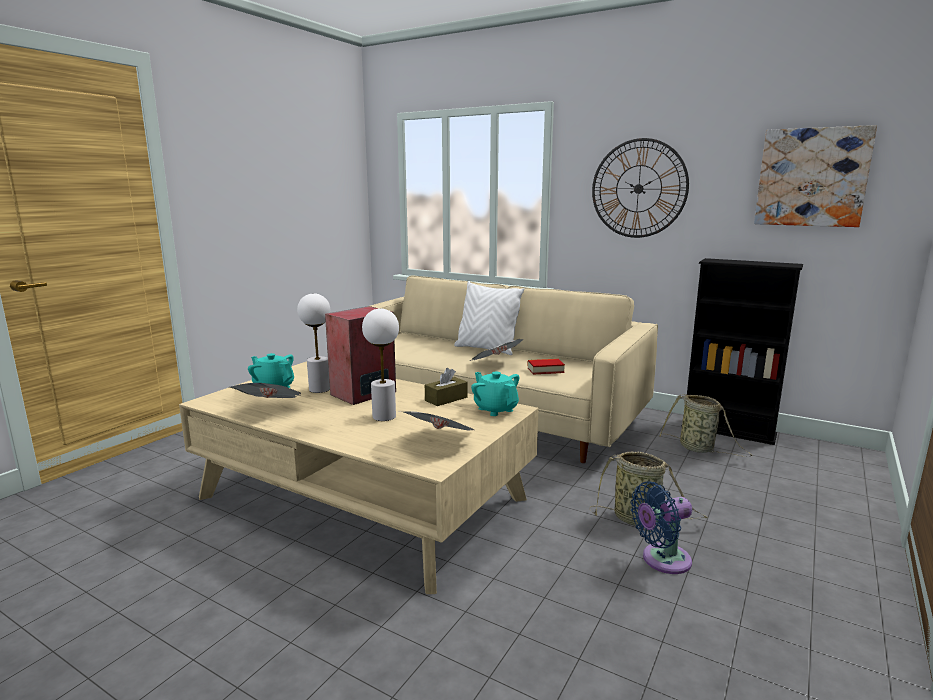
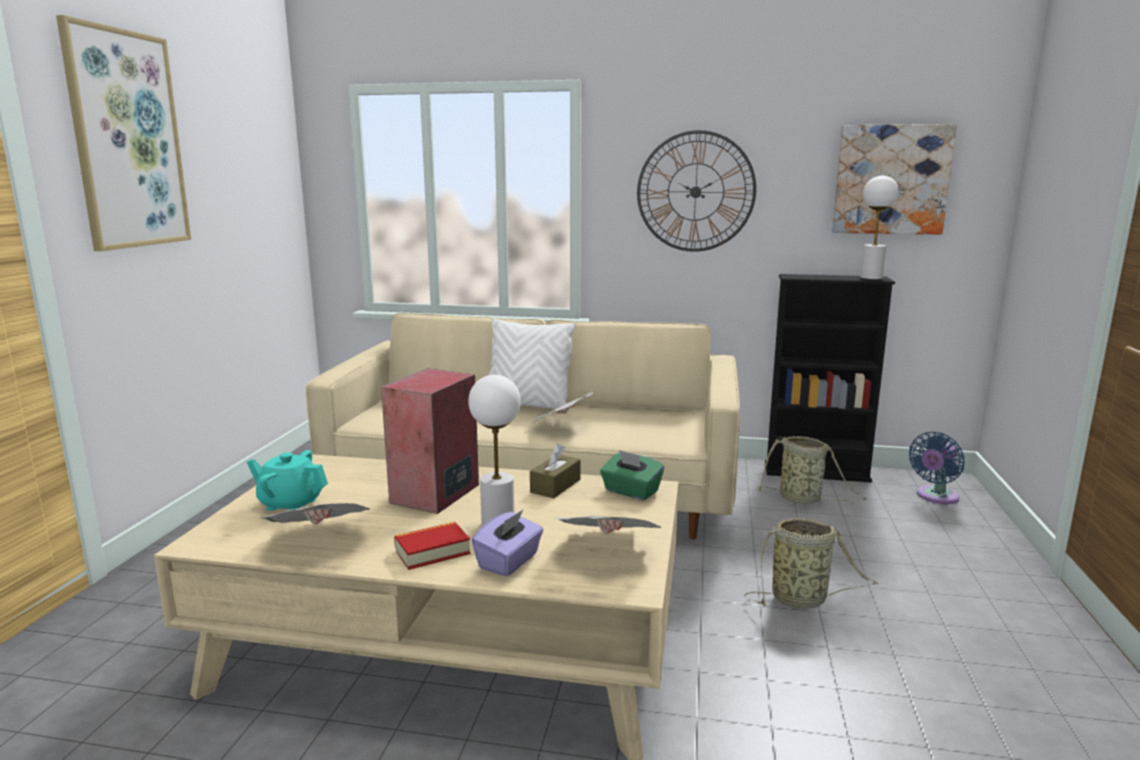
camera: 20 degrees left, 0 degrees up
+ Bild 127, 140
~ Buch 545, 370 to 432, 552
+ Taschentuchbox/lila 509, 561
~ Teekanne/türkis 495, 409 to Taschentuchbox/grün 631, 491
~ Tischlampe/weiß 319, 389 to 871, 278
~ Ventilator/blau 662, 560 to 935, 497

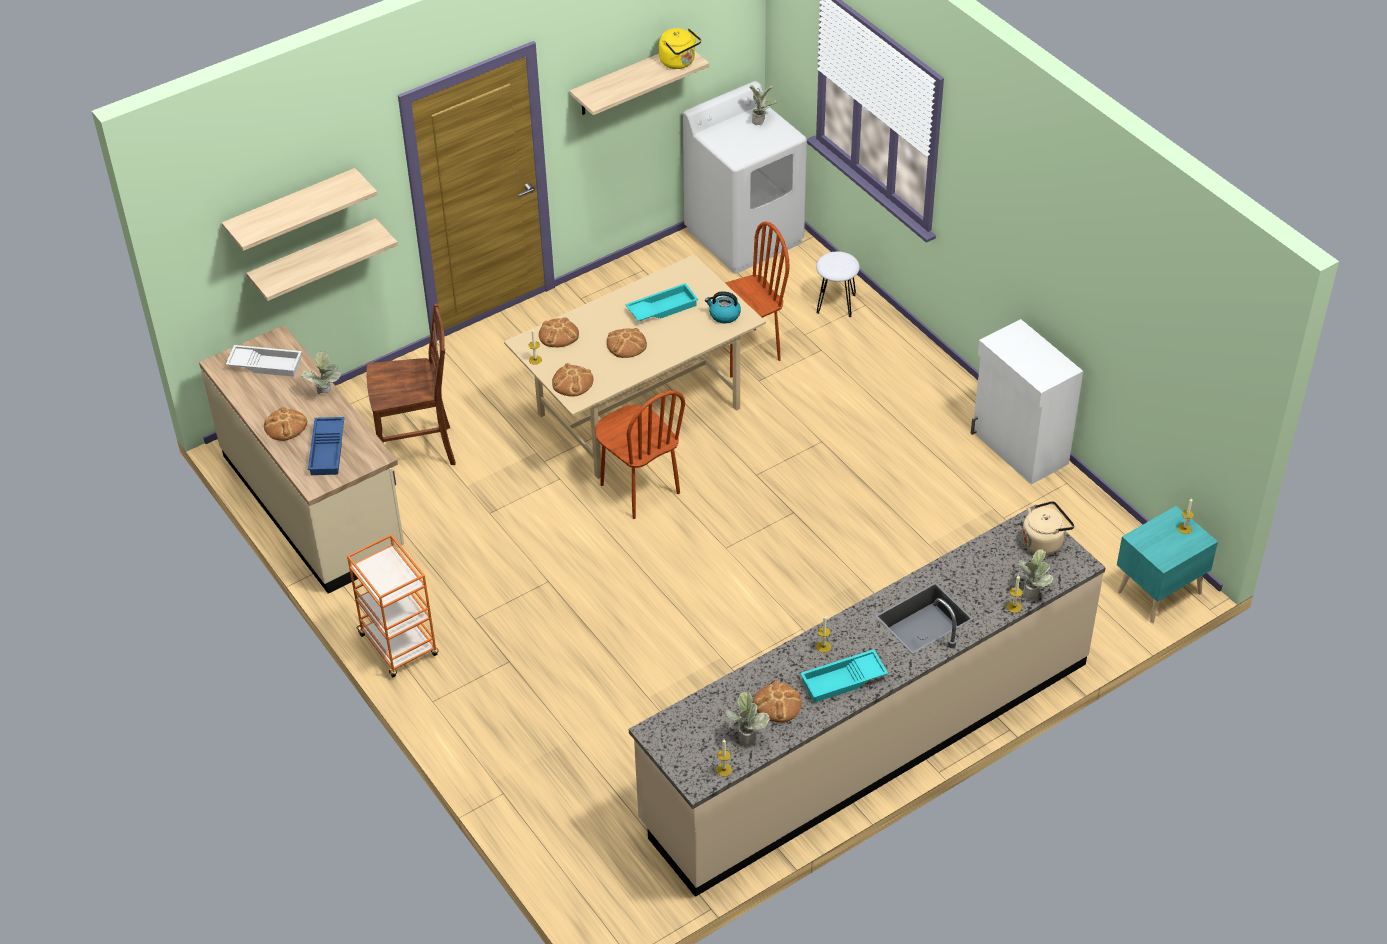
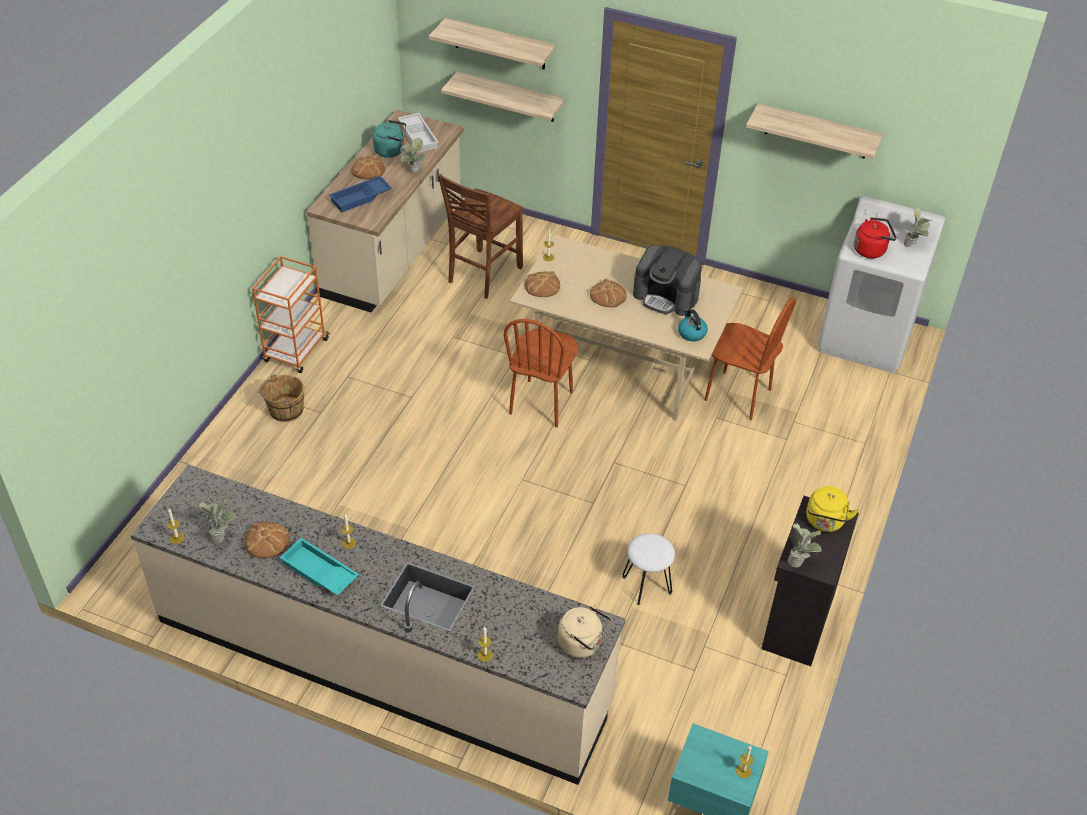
camera: 55 degrees right, 0 degrees up
+ Eimer/braun 285, 410
+ Wasserkessel/türkis 391, 151
~ Stuhl/braun 418, 450 = 482, 275 75 degrees clockwise
~ Hocker/weiß 836, 304 to 647, 585
~ Tablett/türkis 662, 307 to Kaffeemaschine 666, 296
~ Schrank/weiß 1019, 448 to Schrank/schwarz 796, 621
~ Topfpflanze 1032, 591 to 799, 562
~ Wasserkessel/gelb 679, 62 to 825, 522
+ Wasserkessel/rot 871, 250
- Brot 558, 335

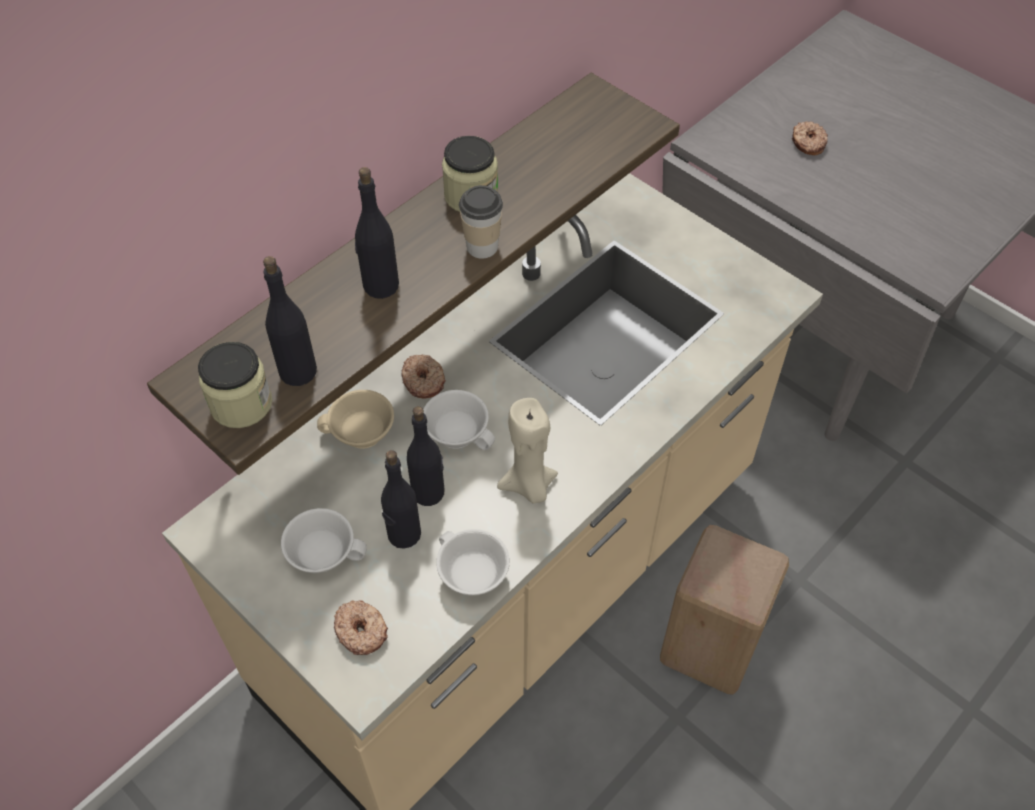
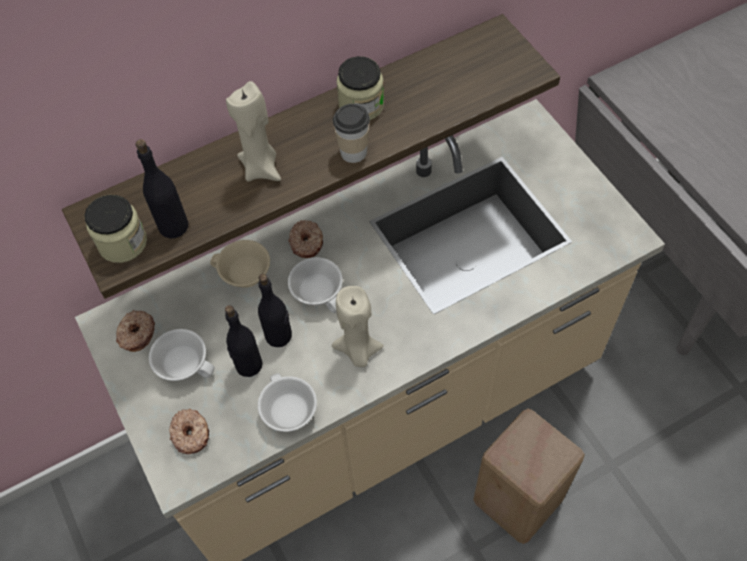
camera: 20 degrees right, 5 degrees up
~ Donut 807, 143 to 136, 334
~ Flasche/schwarz 380, 285 to Kerze/beige 261, 168

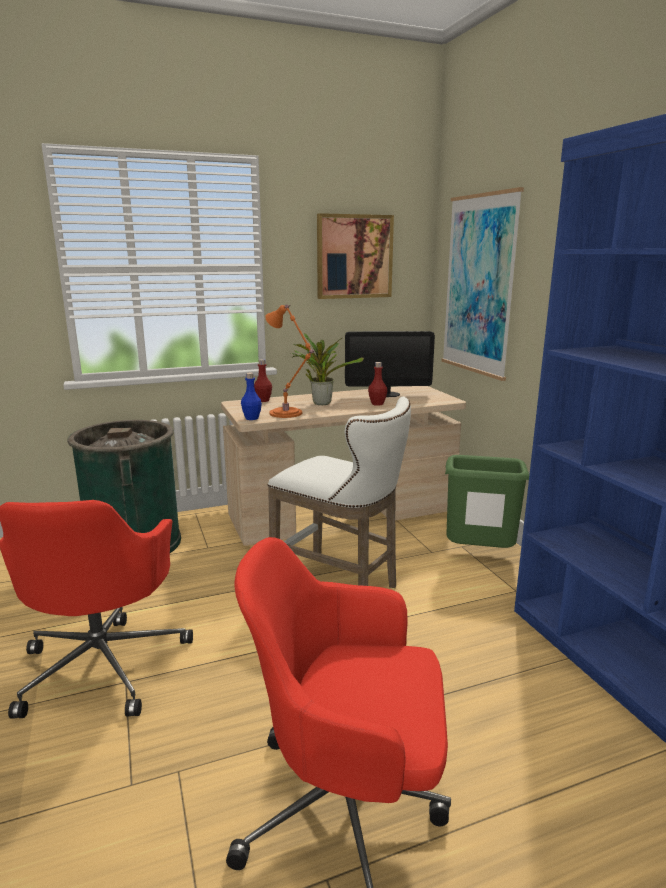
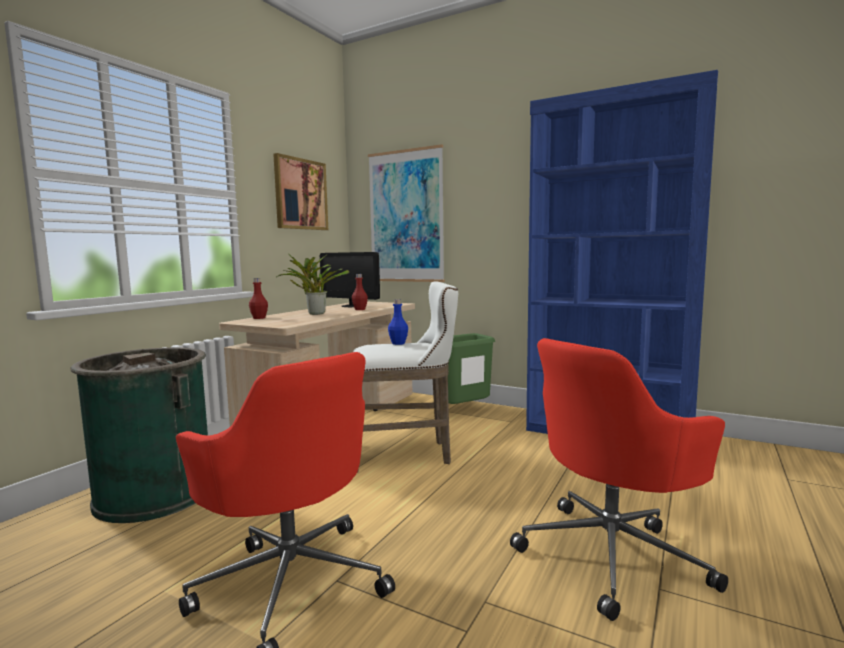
camera: 40 degrees left, 10 degrees down
~ Monitor 387, 394 = 351, 306 75 degrees clockwise
~ Flasche/blau 251, 418 to 398, 343
- Tischlampe/orange 288, 414

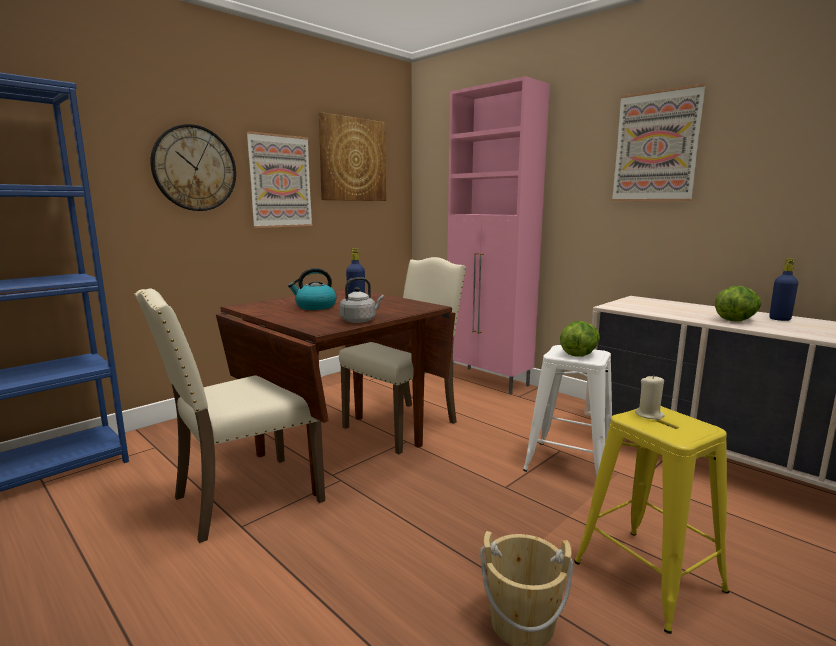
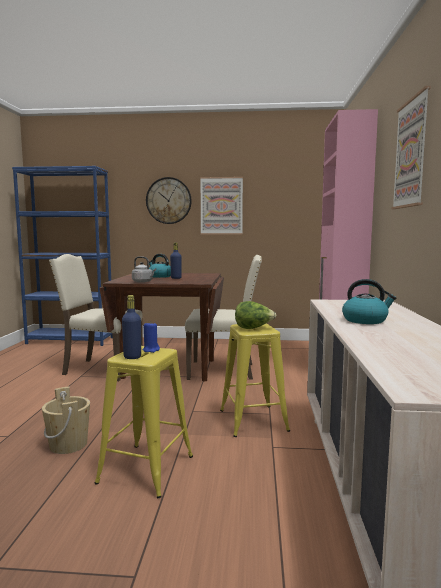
camera: 50 degrees right, 5 degrees down
~ Flasche/blau 779, 319 to 132, 357
~ Kerze/beige 649, 415 to Kerze/blau 151, 350
~ Hocker/weiß 568, 465 to Hocker/gelb 253, 420
~ Salatkopf 736, 320 to Wasserkessel 365, 320
- Bild 353, 160

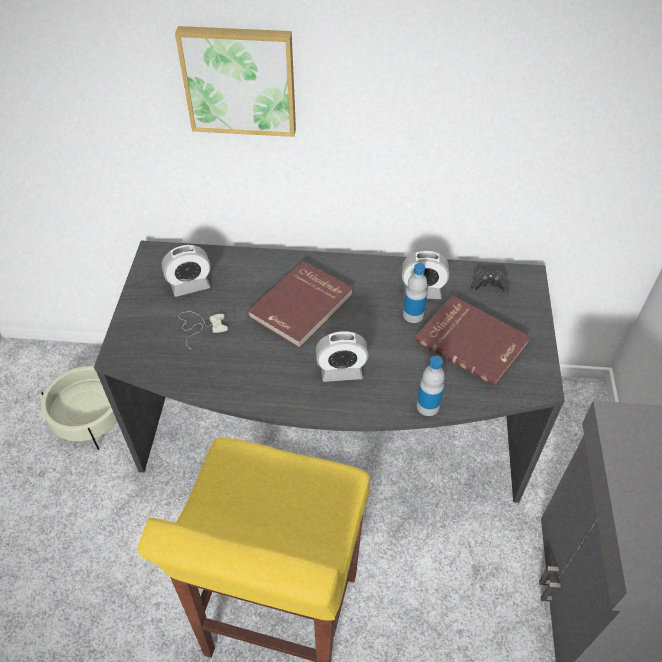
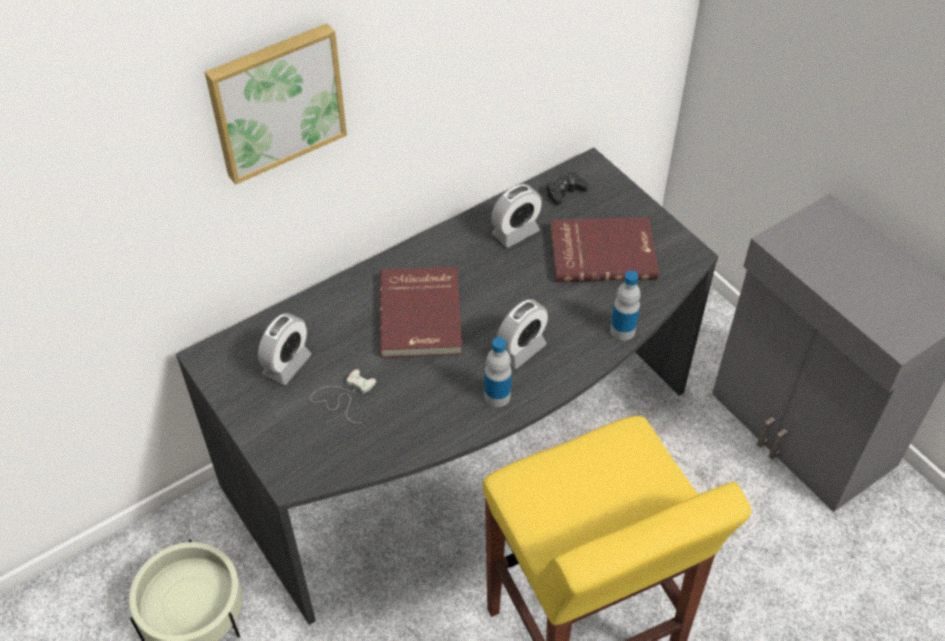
camera: 40 degrees left, 0 degrees up
~ Flasche 413, 315 to 497, 396

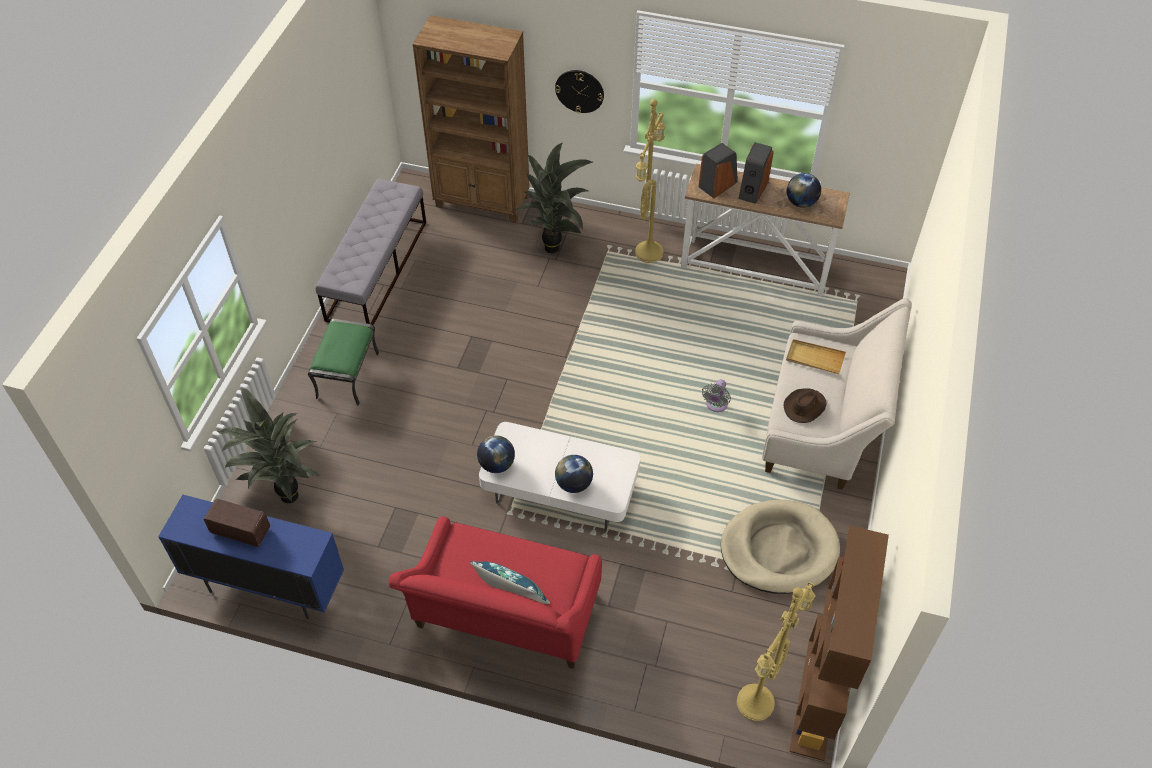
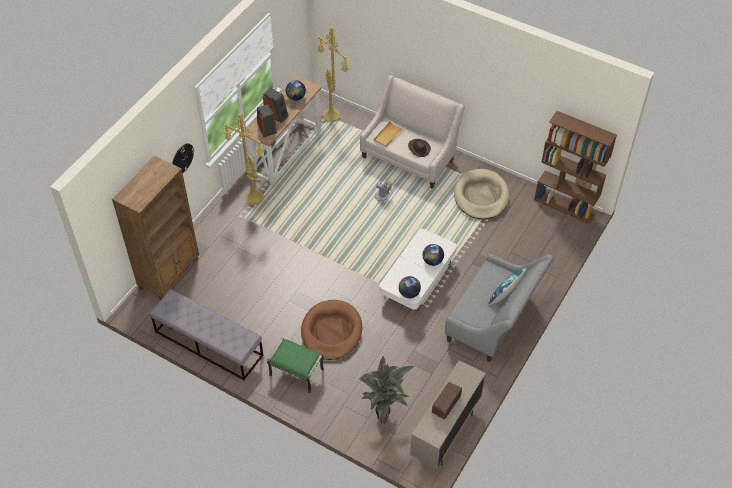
camera: 75 degrees left, 0 degrees up
+ Hundebett/braun 331, 332
~ Stehlampe/gelb 756, 705 to 332, 116
~ Schrank/blau 267, 586 to Schrank/beige 445, 434
~ Sofa/rot 504, 619 to Sofa/grau 494, 321
- Topfpflanze 555, 248

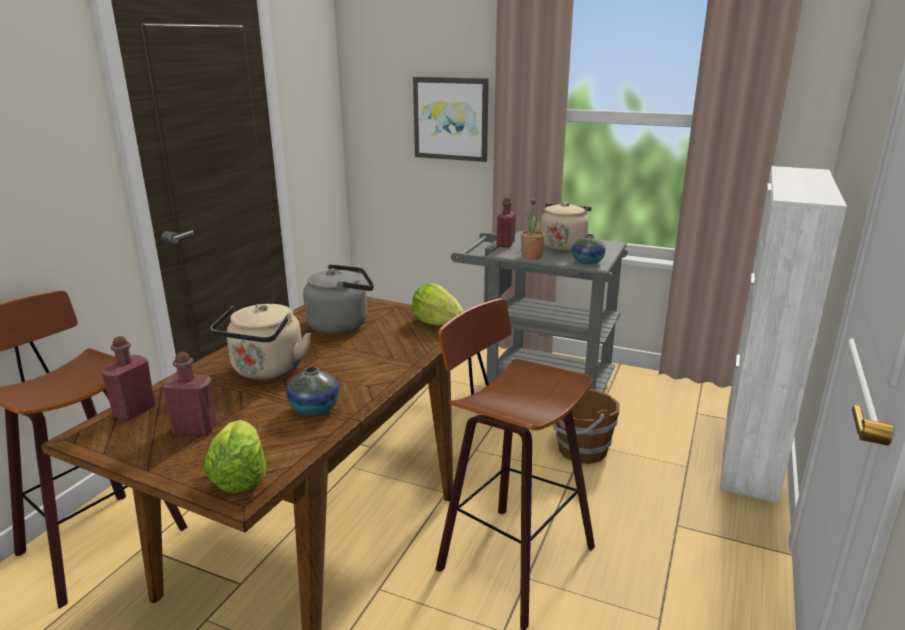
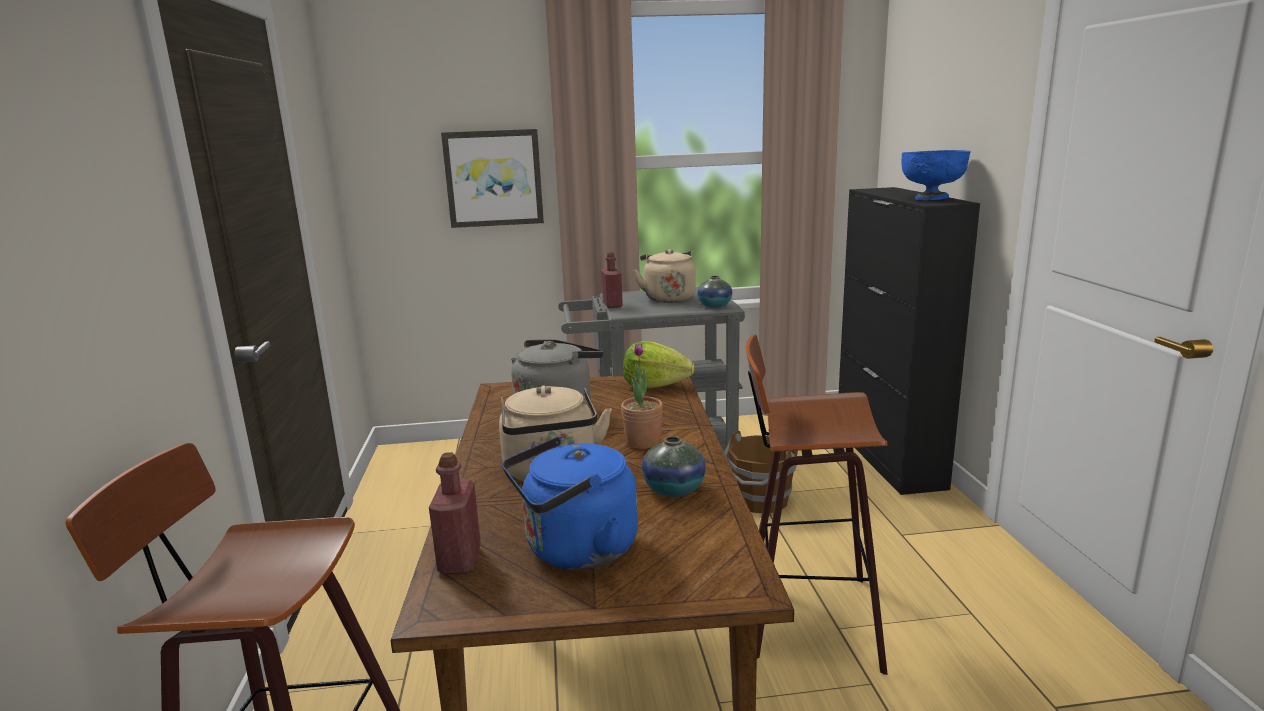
camera: 30 degrees left, 5 degrees down
~ Flasche/rot 195, 429 to Wasserkessel/blau 575, 550
~ Topfpflanze 531, 256 to 643, 442
~ Schrank/weiß 749, 450 to Schrank/schwarz 888, 457
+ Schüssel/blau 931, 199
- Salatkopf 240, 477

